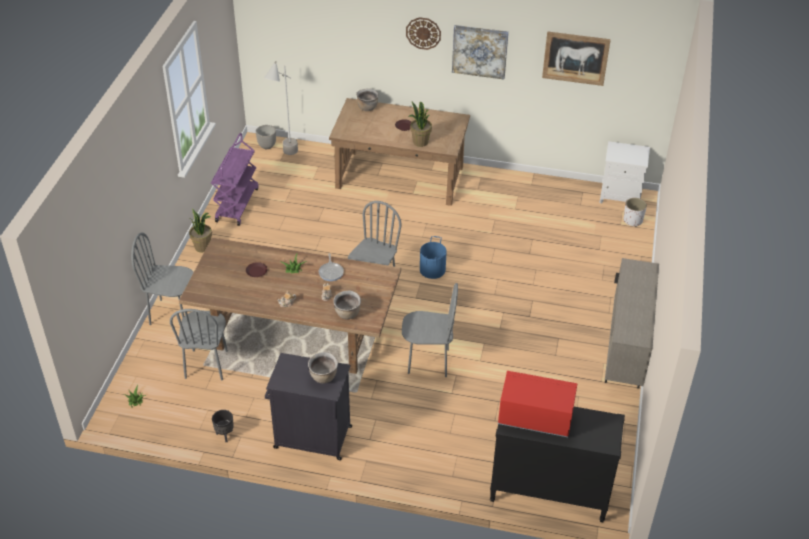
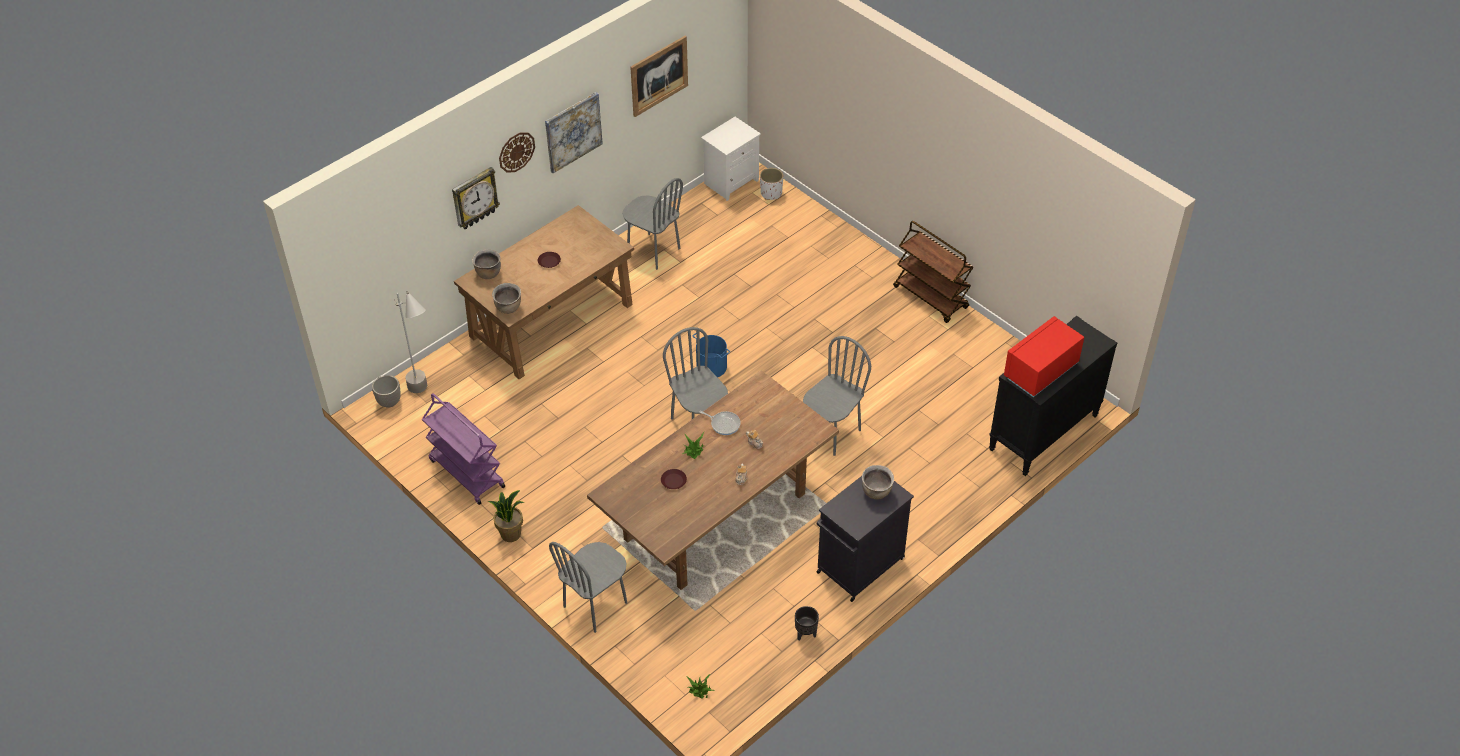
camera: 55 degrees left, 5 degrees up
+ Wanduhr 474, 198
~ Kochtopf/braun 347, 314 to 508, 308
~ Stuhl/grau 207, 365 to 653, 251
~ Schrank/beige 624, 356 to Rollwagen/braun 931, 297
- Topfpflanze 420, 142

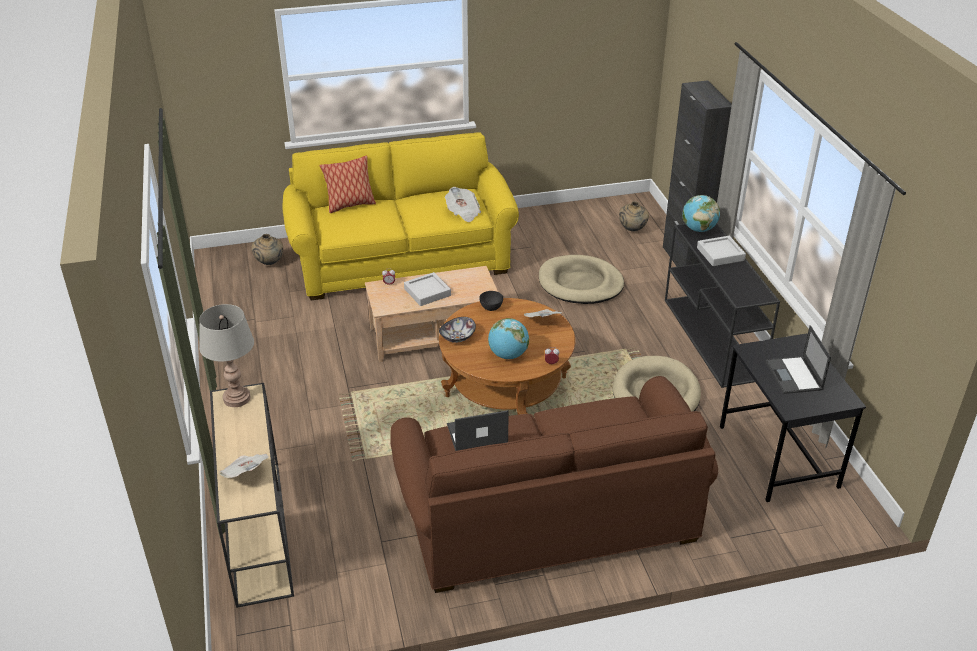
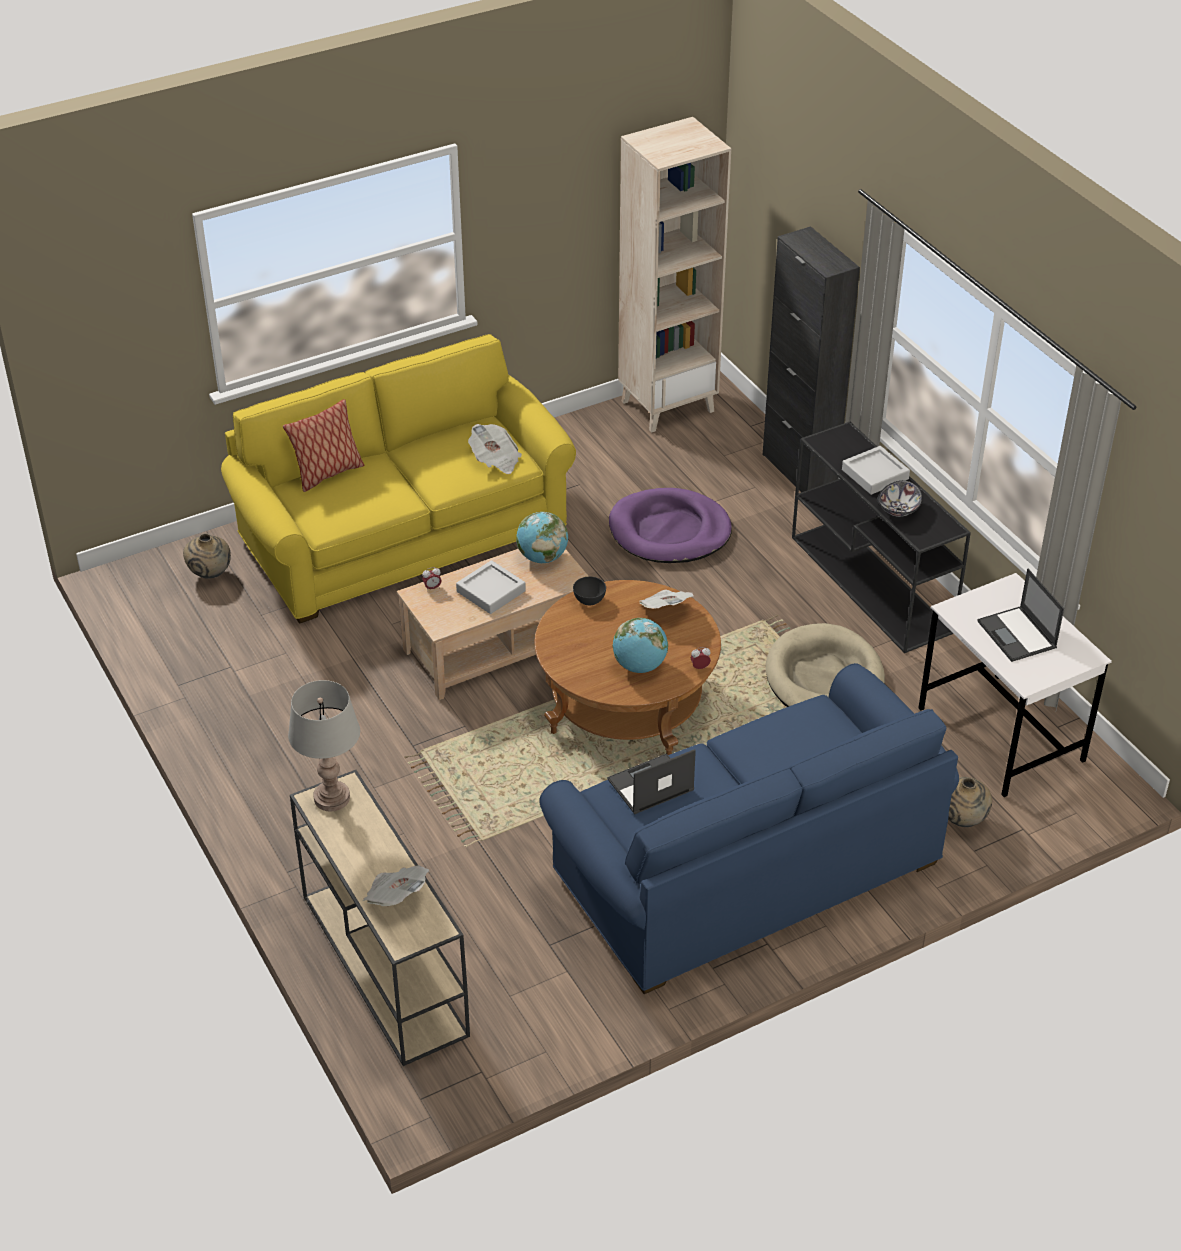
camera: 15 degrees left, 5 degrees up
~ Globus 698, 229 to 542, 557
~ Sofa/braun 549, 516 to Sofa/blau 746, 869
~ Hundebett/beige 580, 283 to Hundebett/lila 669, 531
+ Bücherregal/beige 668, 405
~ Schüssel 457, 338 to 899, 510
~ Schreibtisch/schwarz 778, 457 to Schreibtisch/weiß 1001, 735
~ Vase/beige 632, 230 to 962, 820

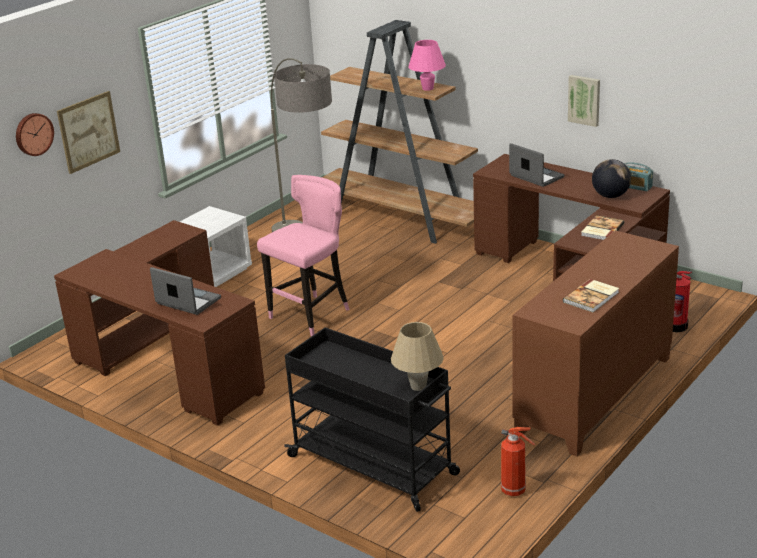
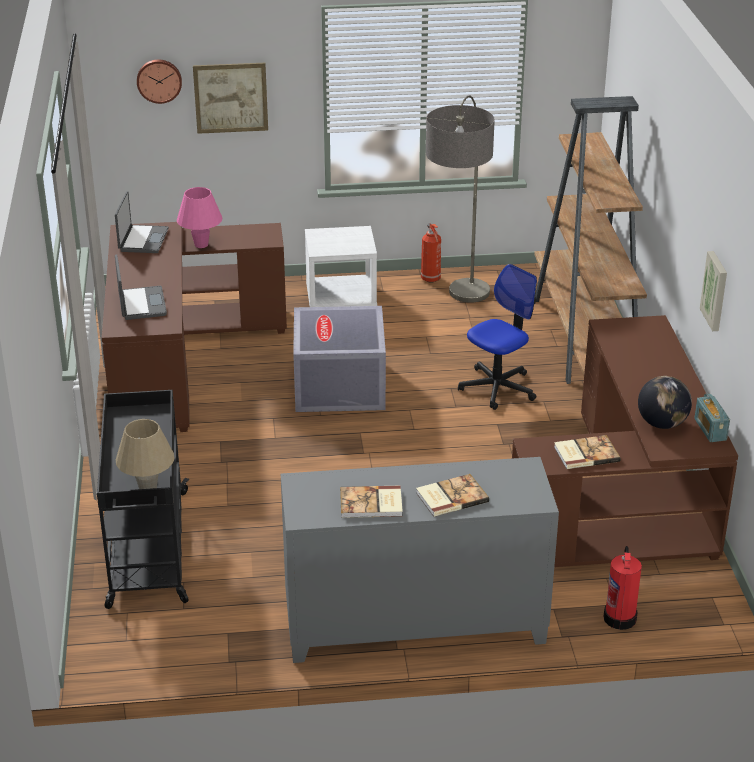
camera: 45 degrees right, 5 degrees up
~ Laptop 536, 177 to 142, 240
~ Tischlampe/rosa 427, 88 to 201, 245
~ Schrank/braun 596, 395 to Schrank/grau 414, 625
~ Hocker/rosa 311, 315 to Aufbewahrungsbox/grau 341, 387
+ Buch 451, 497
~ Feuerlöscher 515, 491 to 431, 279
+ Bürostuhl 497, 388

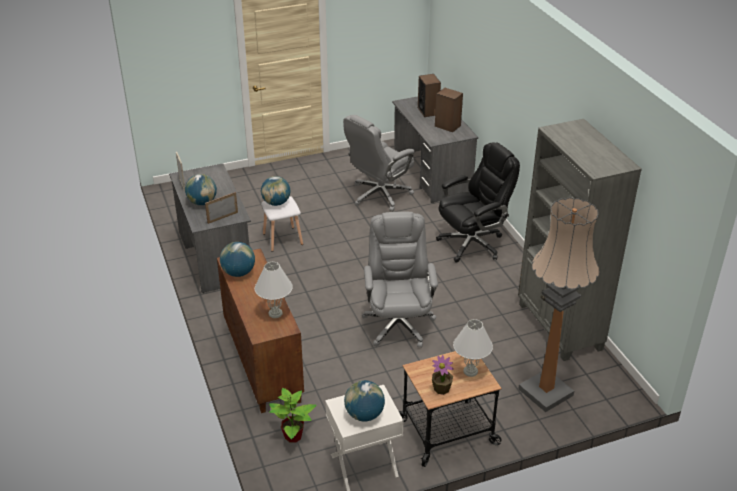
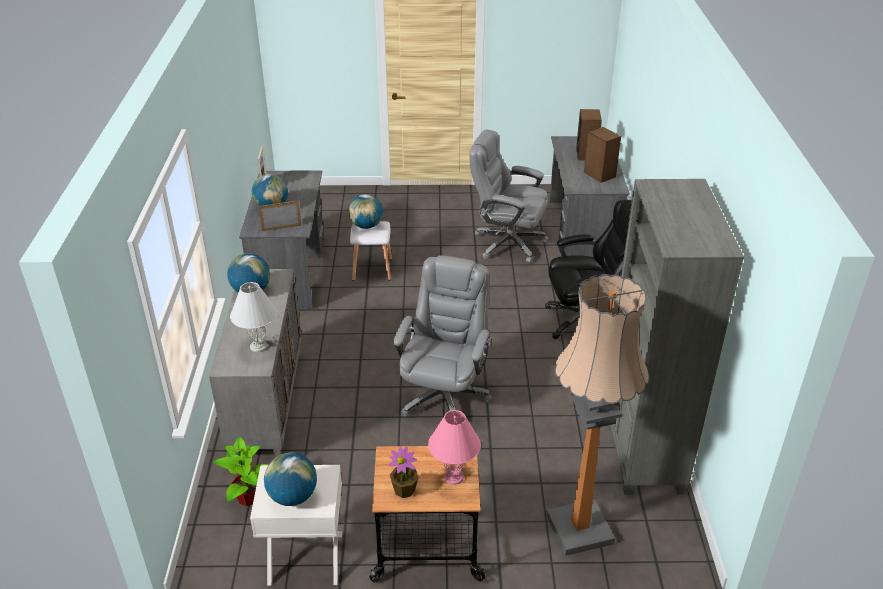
camera: 20 degrees right, 0 degrees up
~ Schrank/braun 262, 363 to Schrank/grau 266, 402
~ Tischlampe/weiß 470, 371 to Tischlampe/rosa 454, 477
~ Bürostuhl/grau 379, 195 = 507, 243 45 degrees clockwise

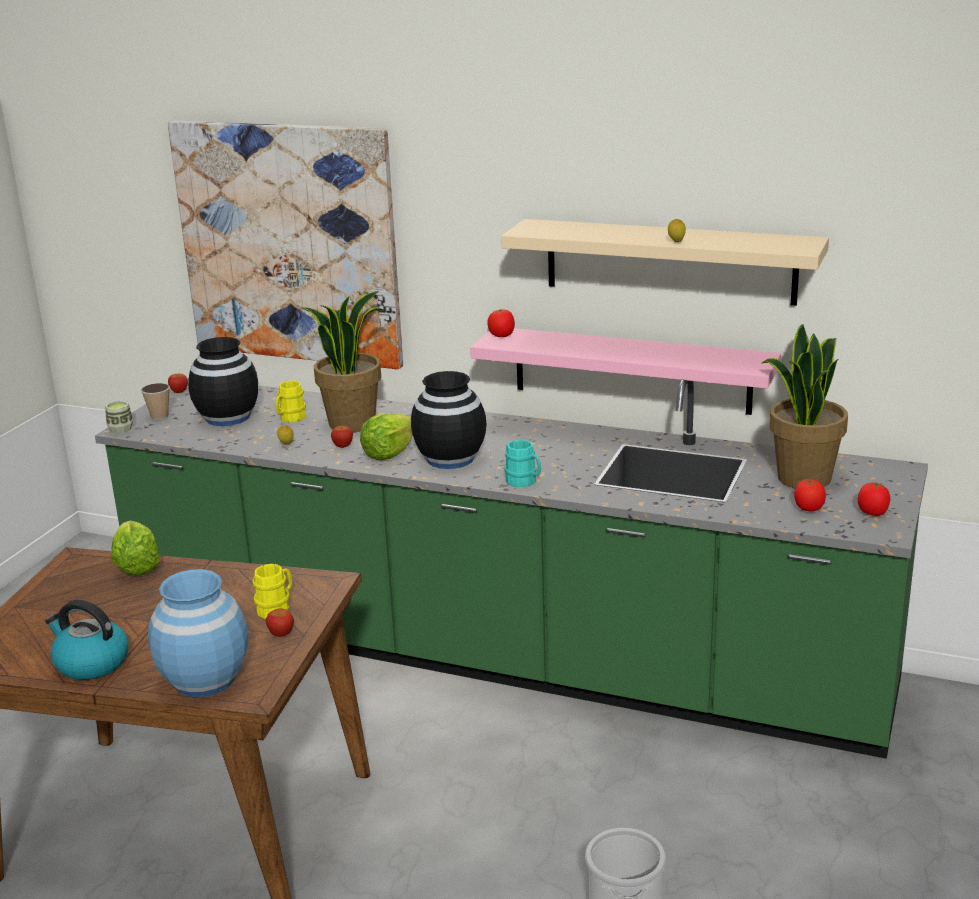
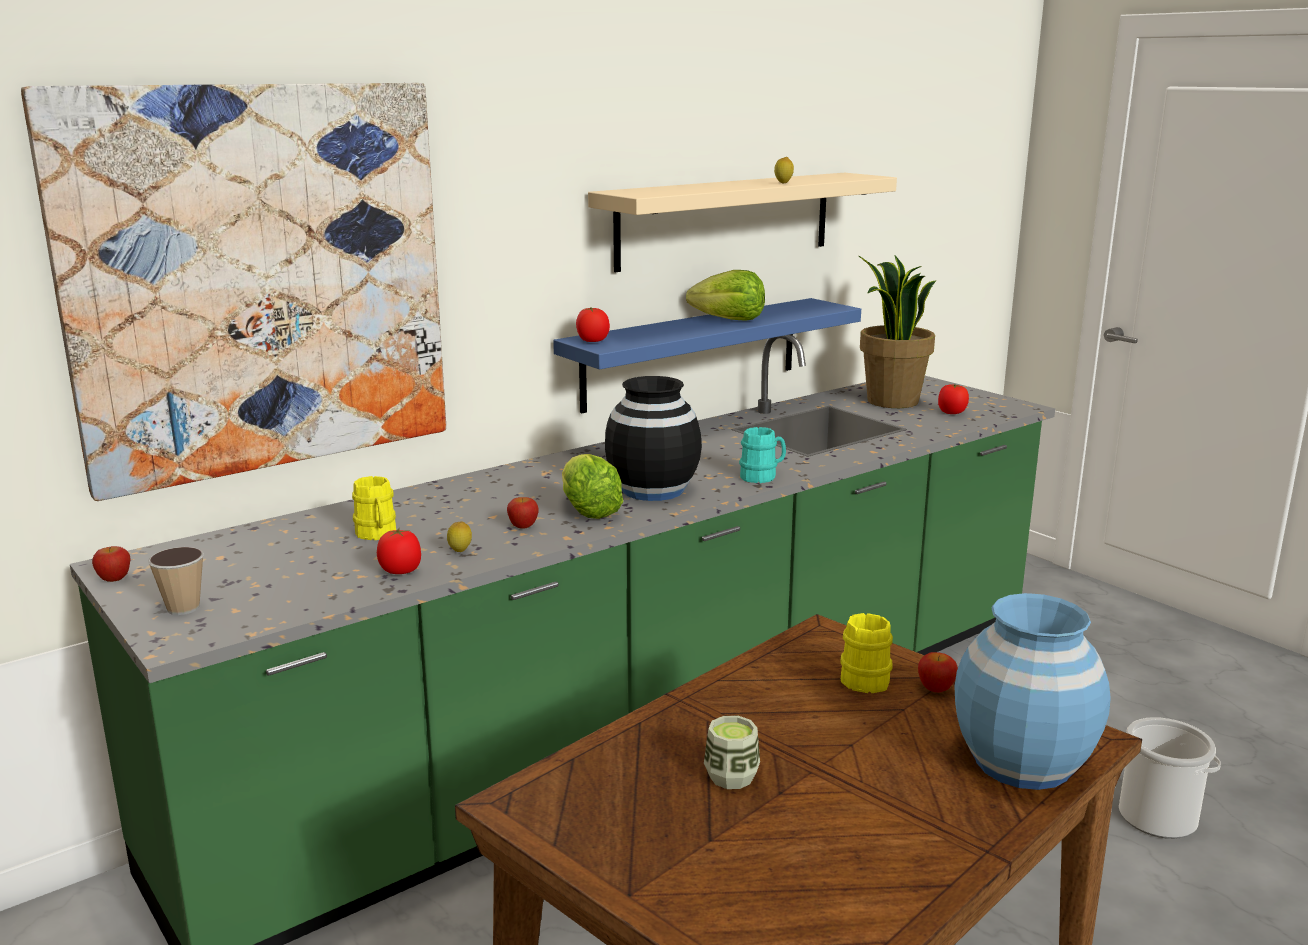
camera: 60 degrees left, 5 degrees down
~ Tomate 873, 513 to 401, 571
~ Wandregal/rosa 631, 370 to Wandregal/blau 692, 353
~ Salatkopf 137, 566 to 729, 320
~ Tasse 121, 429 to 731, 777
- Wasserkessel 90, 663
- Vase/schwarz 228, 417
- Topfpflanze 352, 423

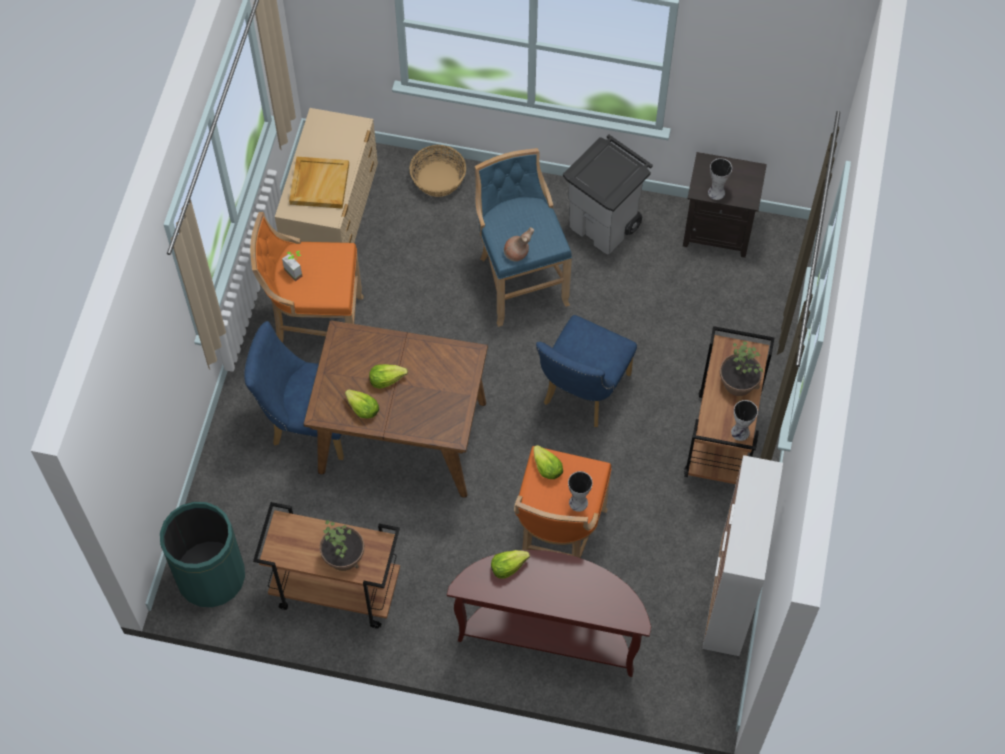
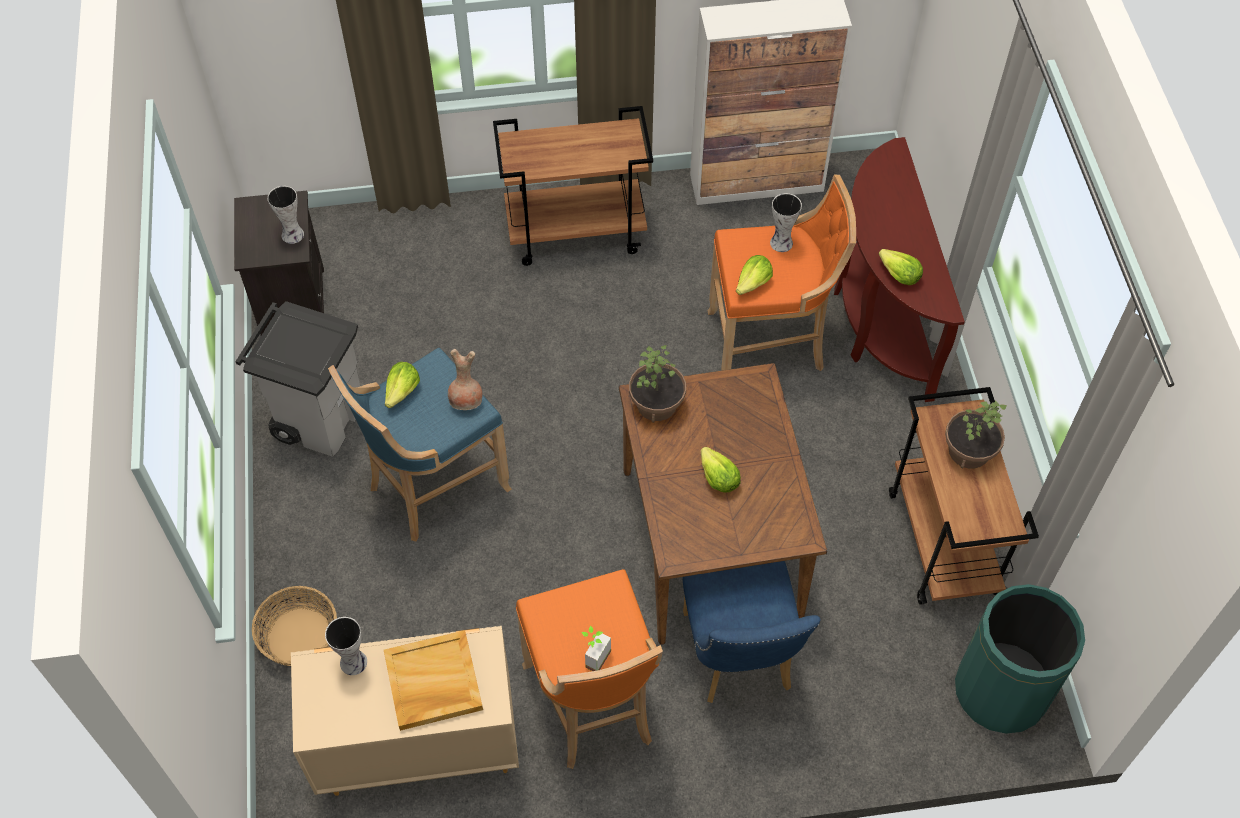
camera: 110 degrees left, 5 degrees down
~ Vase 741, 432 to 353, 661
~ Salatkopf 362, 409 to 402, 392
~ Topfpflanze 738, 383 to 657, 404
- Stuhl/blau 582, 393

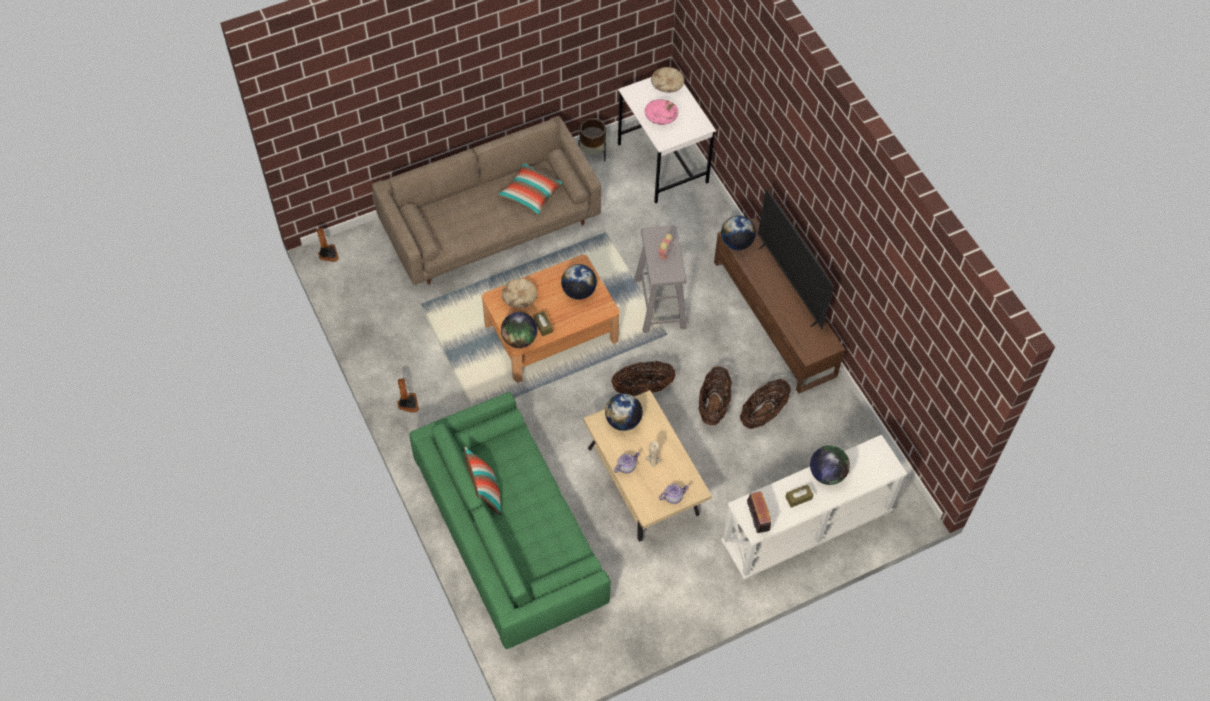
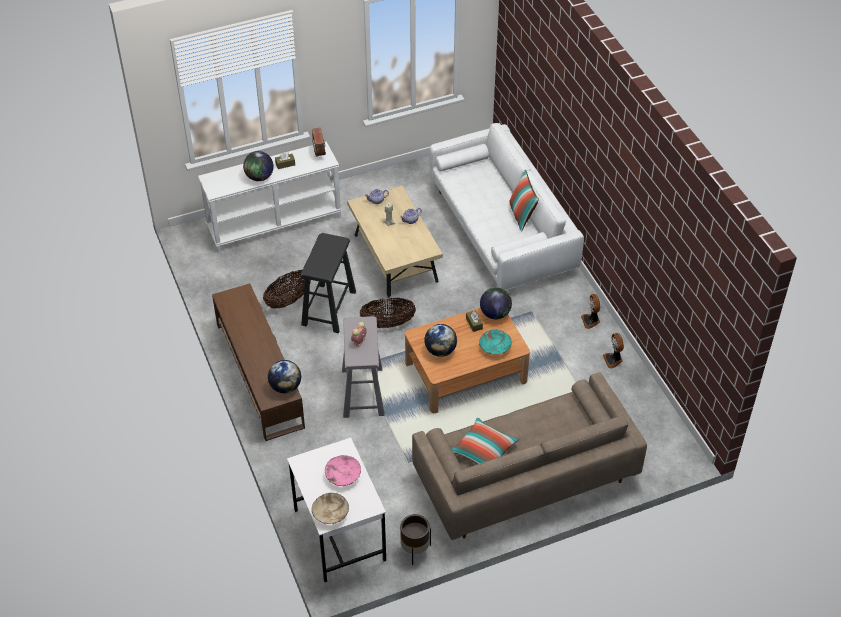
camera: 175 degrees left, 10 degrees down
~ Korb 713, 406 to Hocker/schwarz 329, 308
~ Sofa/grün 510, 535 to Sofa/weiß 501, 229
~ Schüssel/beige 519, 298 to Schüssel/türkis 495, 347
~ Ventilator 327, 254 to 613, 360
- Globus 623, 421
- Fernseher 790, 284

